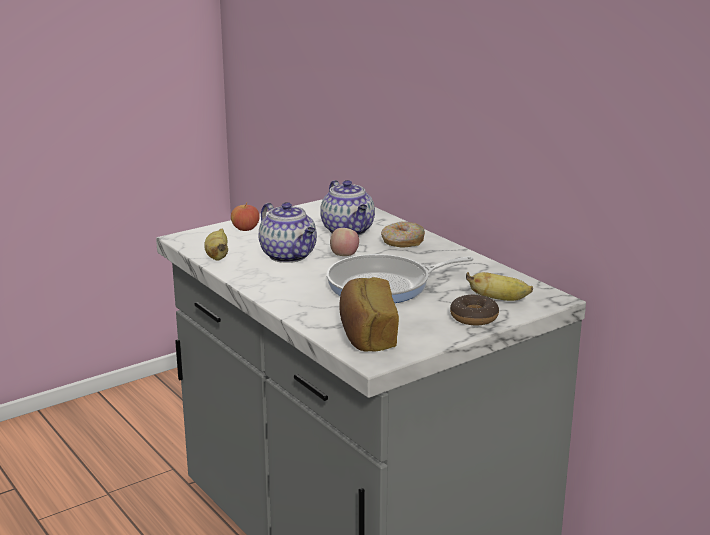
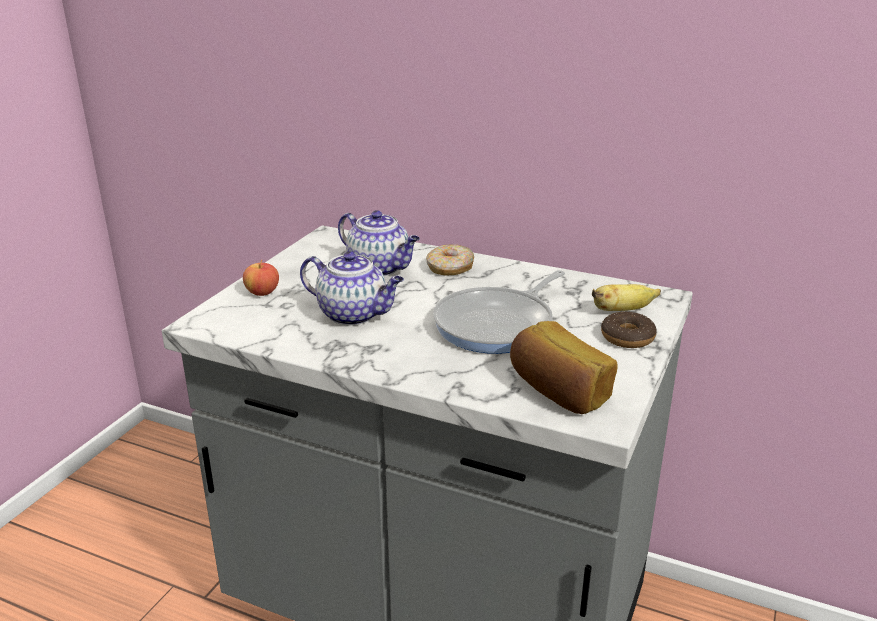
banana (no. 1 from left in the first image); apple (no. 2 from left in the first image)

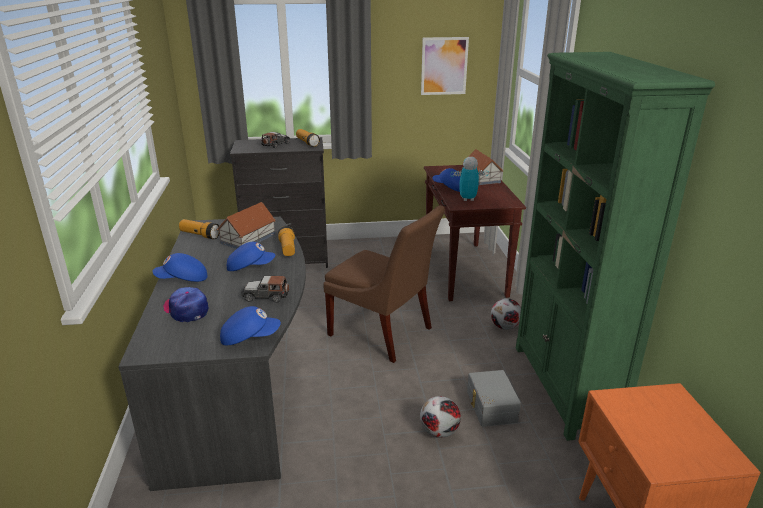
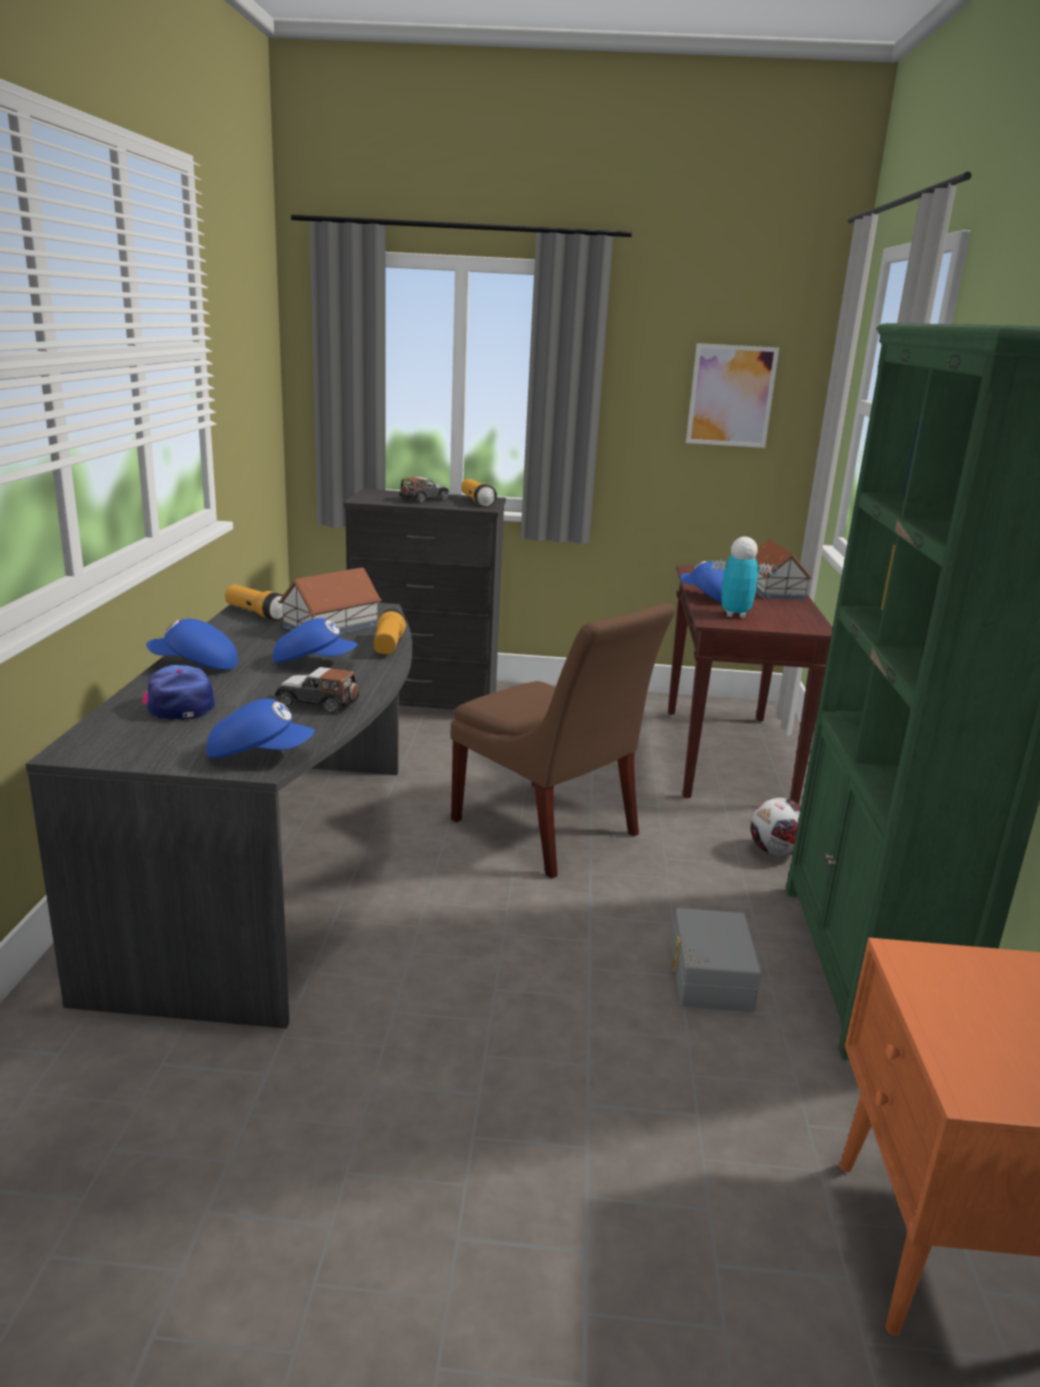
football (no. 1 from left in the first image)

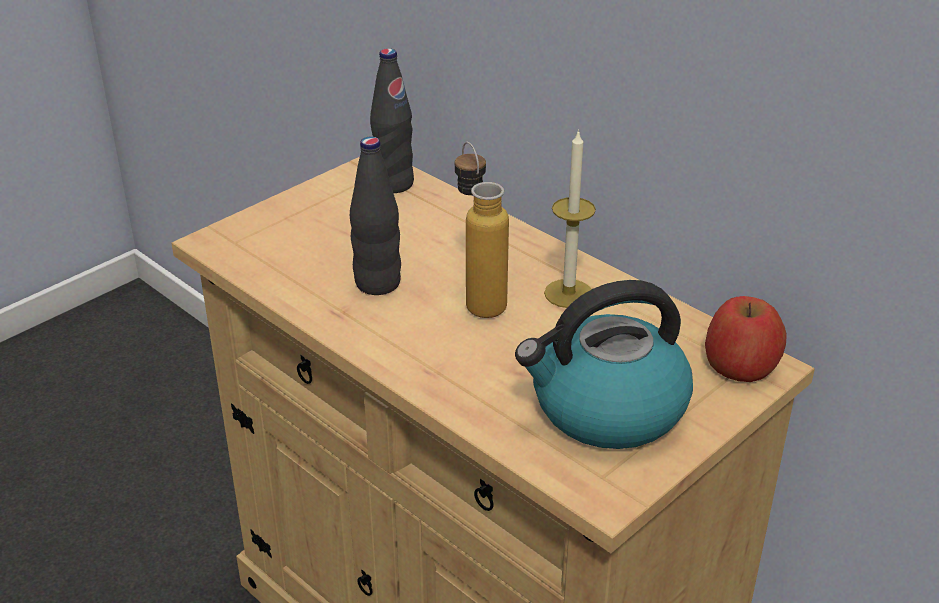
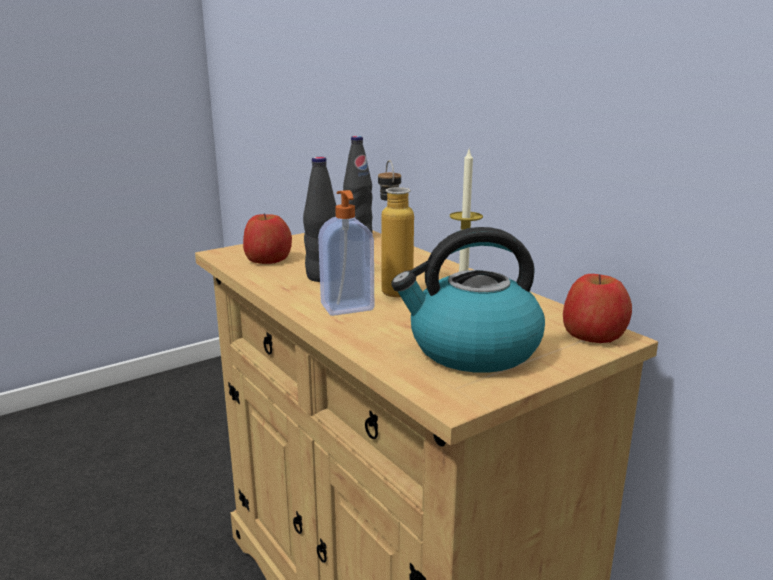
apple (no. 1 from left); soap_dispenser

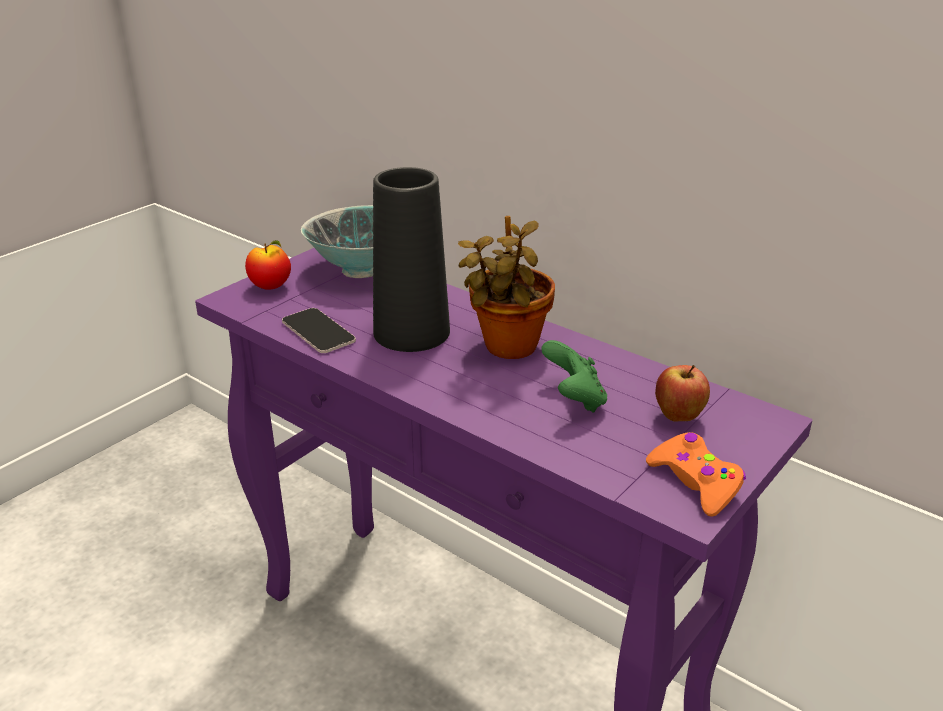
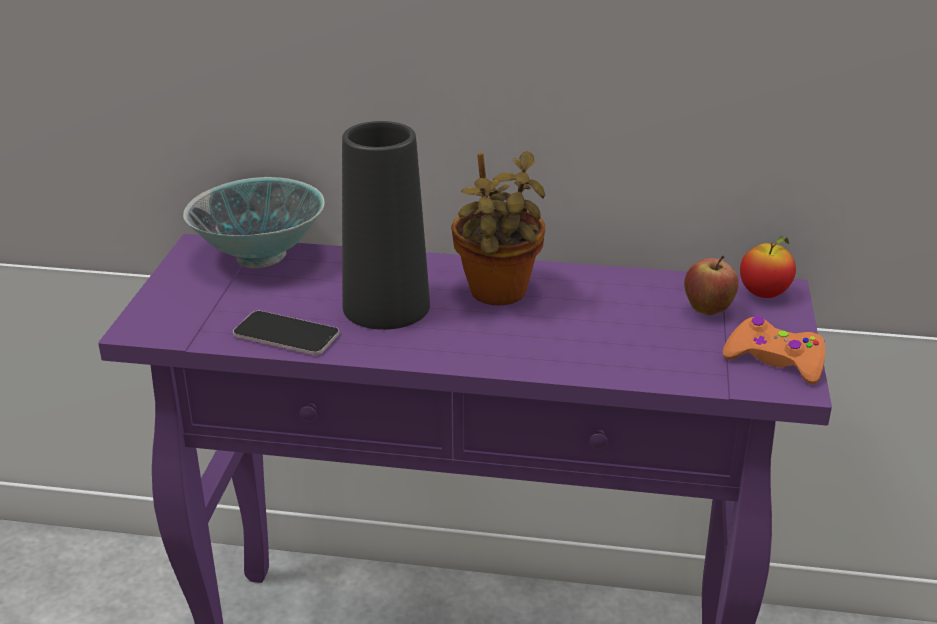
green_game_controller; apple (no. 2 from left)

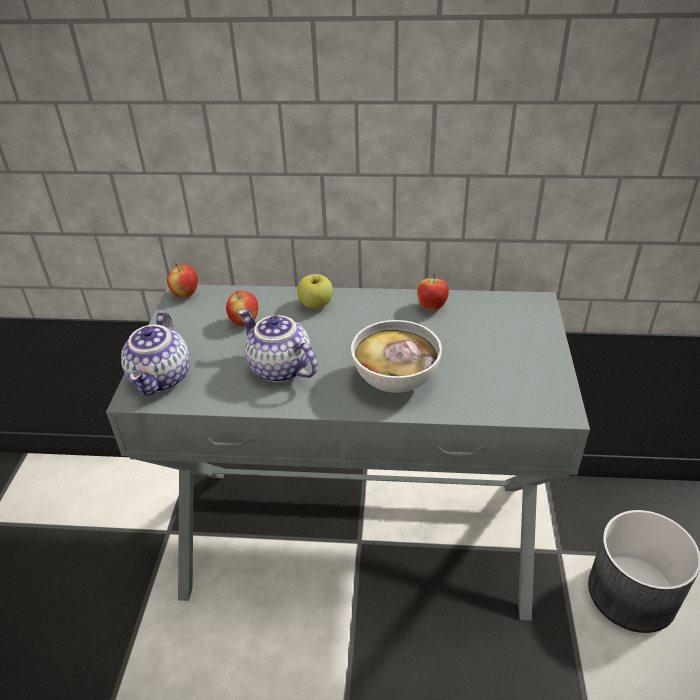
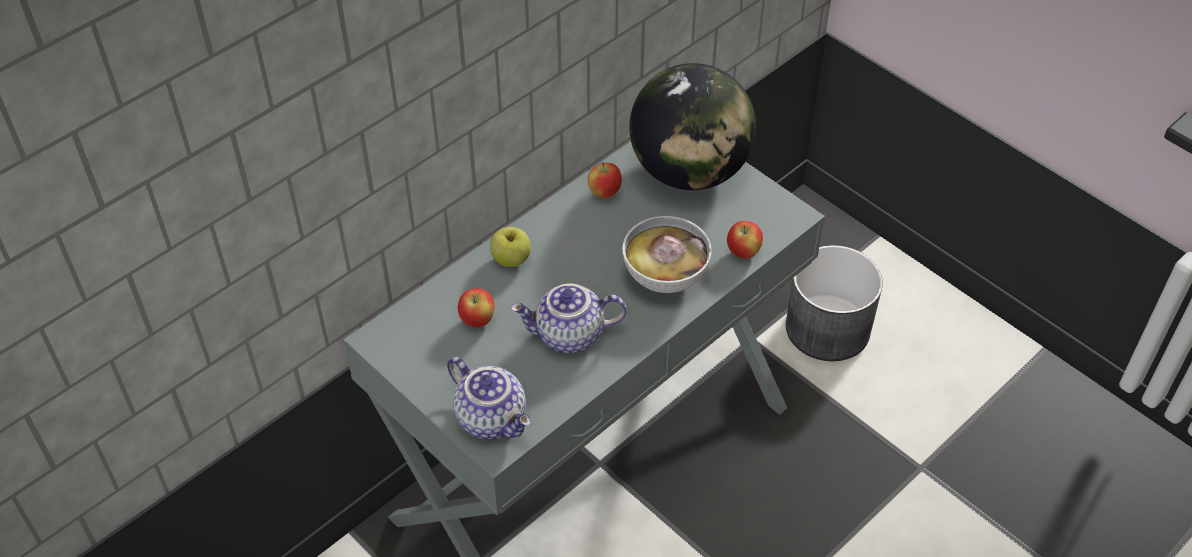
globe; apple (no. 4 from left)

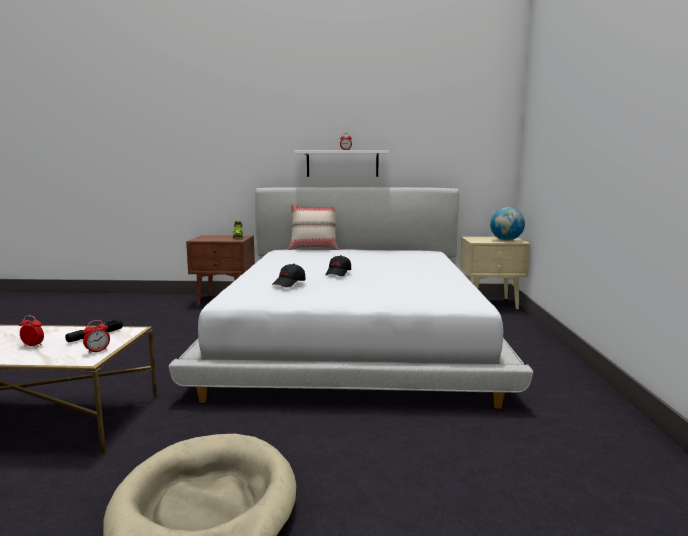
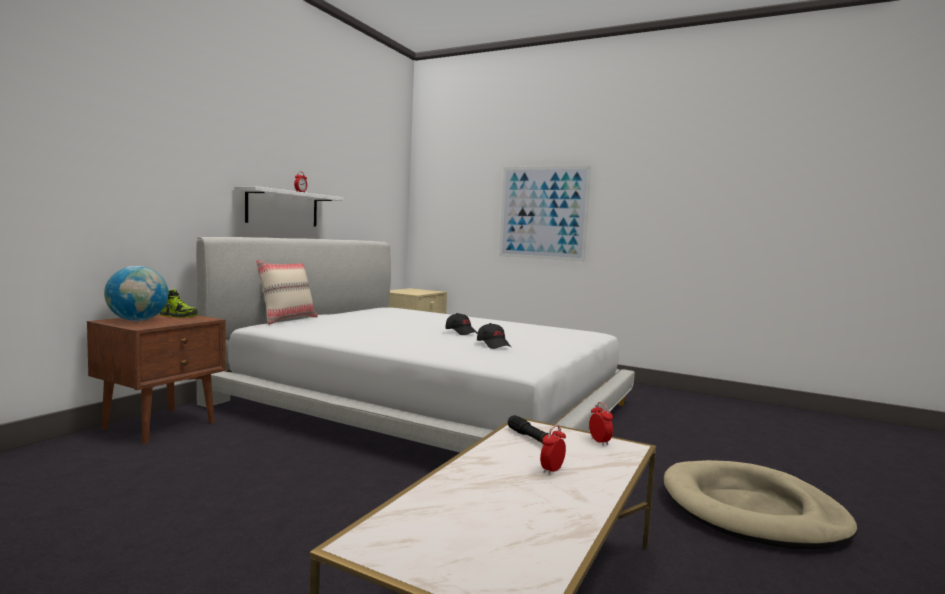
picture; globe

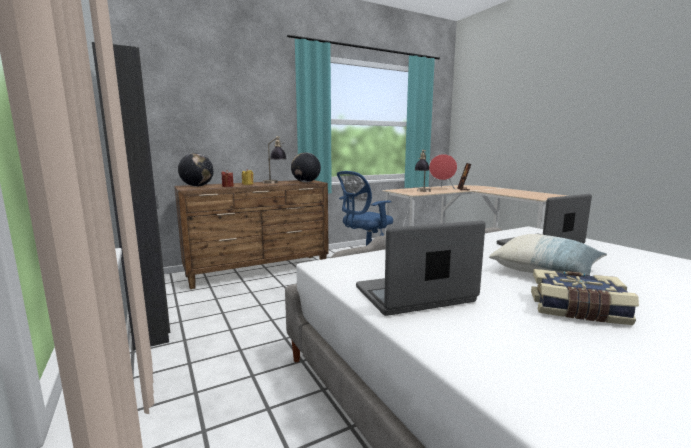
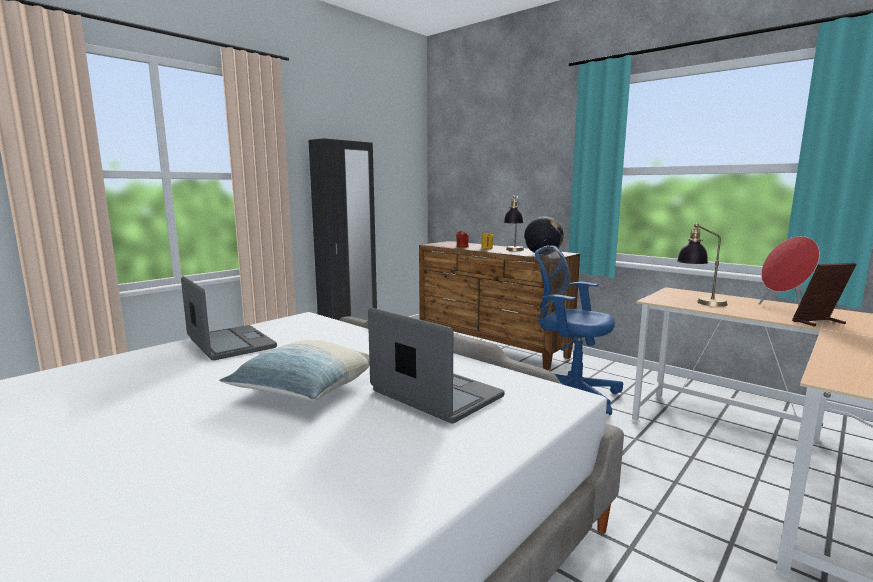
globe (no. 1 from left in the first image); book

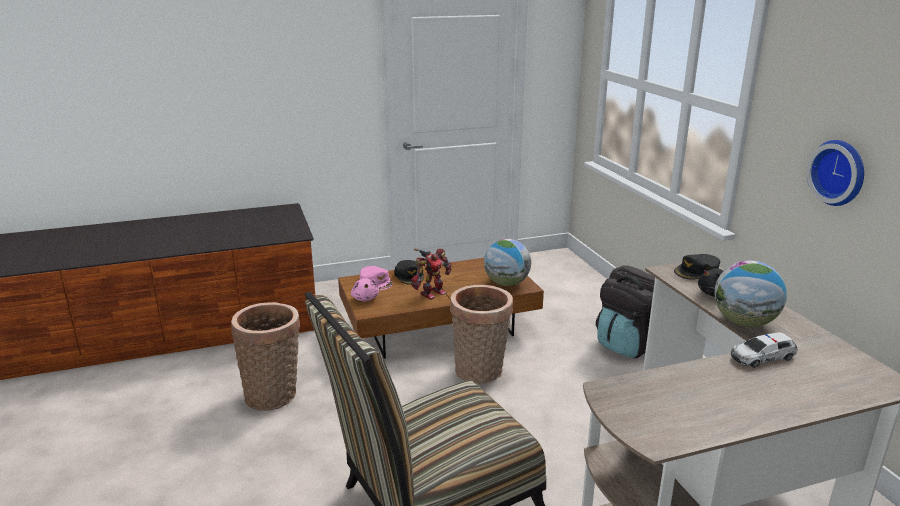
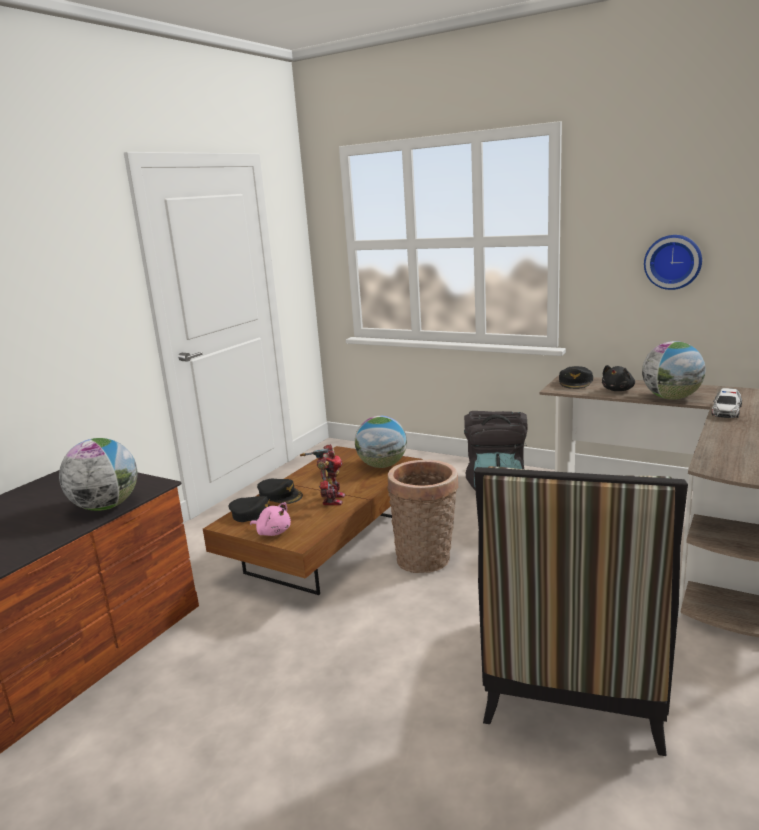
basket (no. 1 from left in the first image); globe (no. 1 from left); black_cap (no. 1 from left)

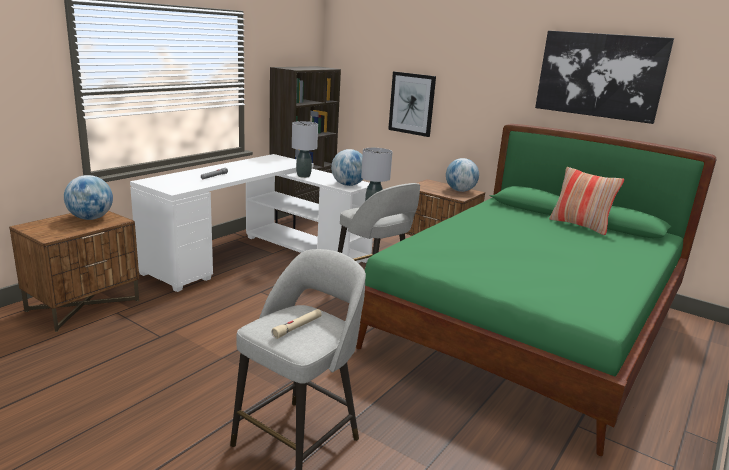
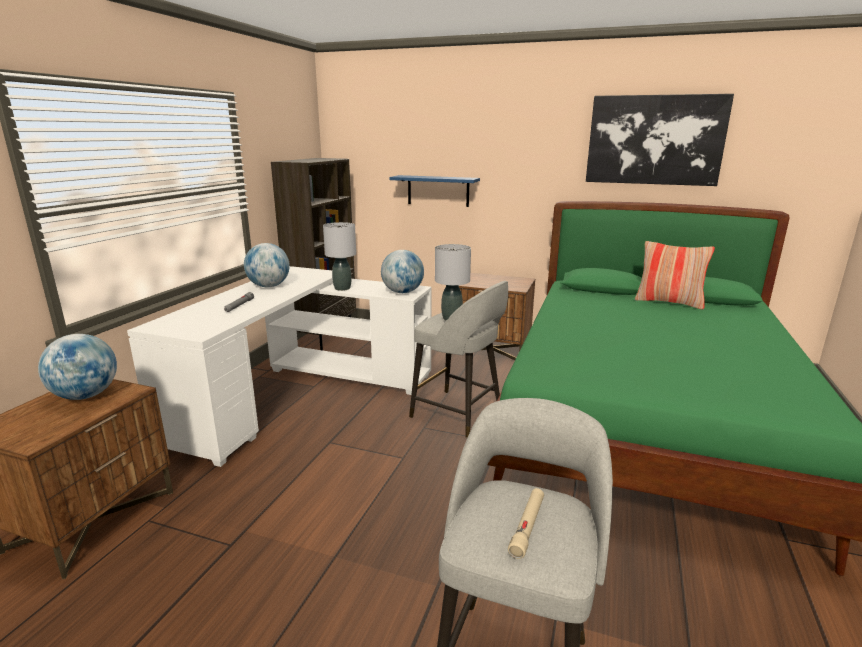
globe (no. 2 from left); blue_shelf

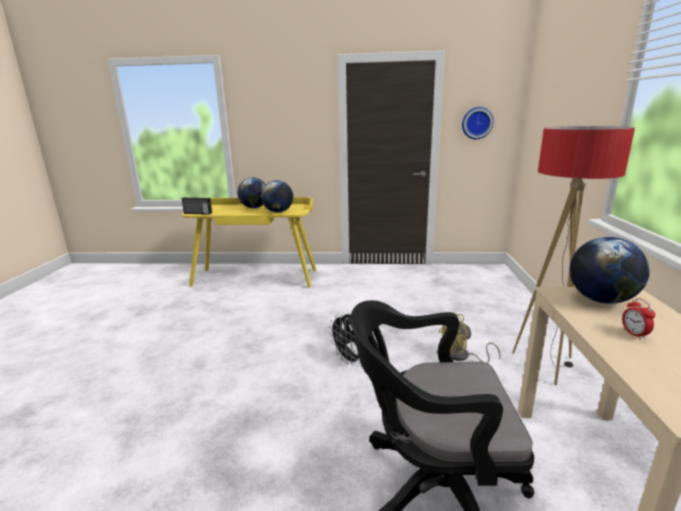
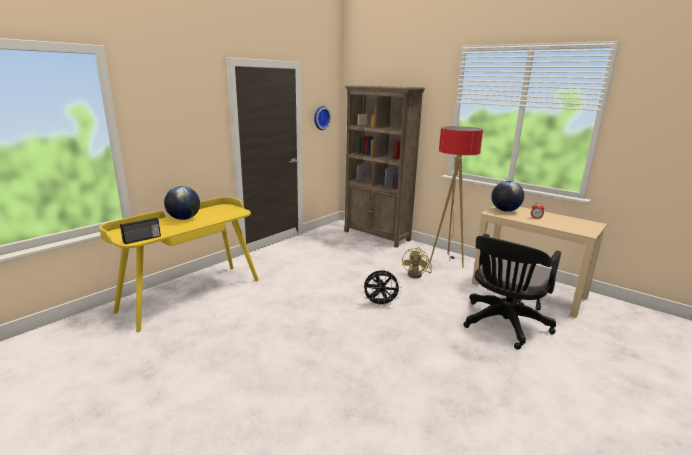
globe (no. 2 from left in the first image); brown_bookcase

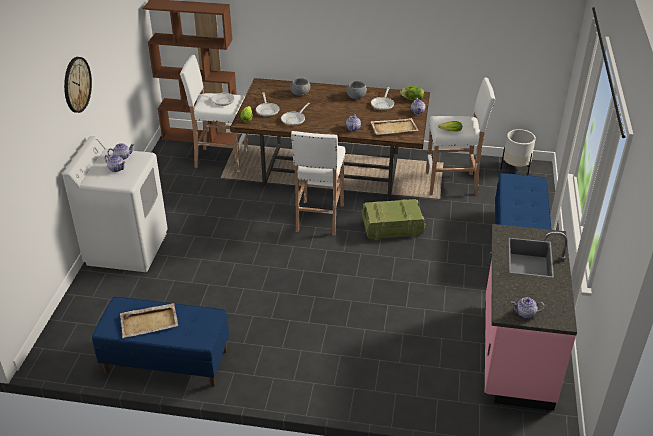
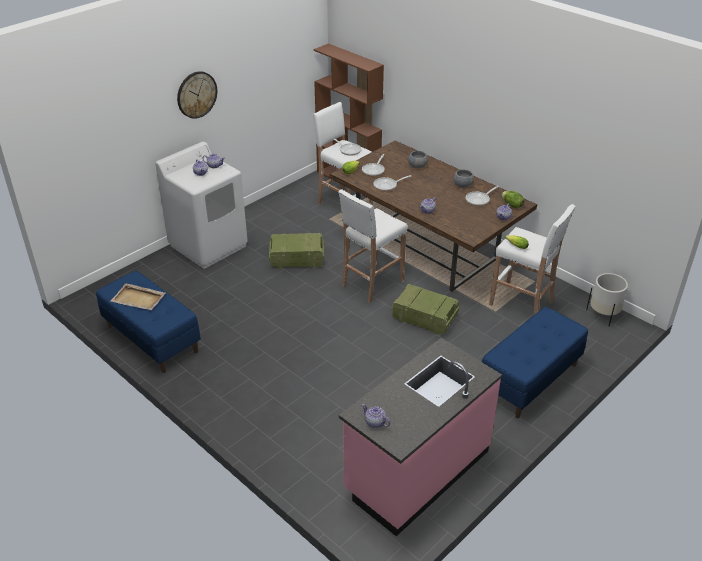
beige_tray (no. 2 from left in the first image); crate (no. 1 from left)

